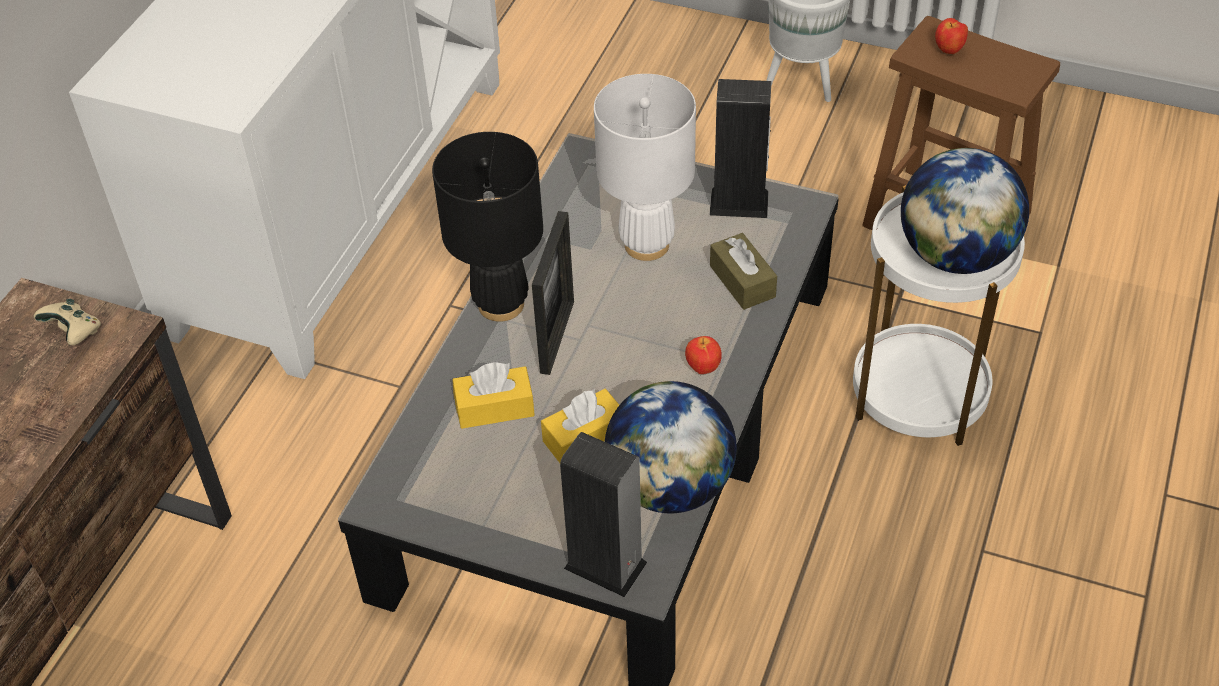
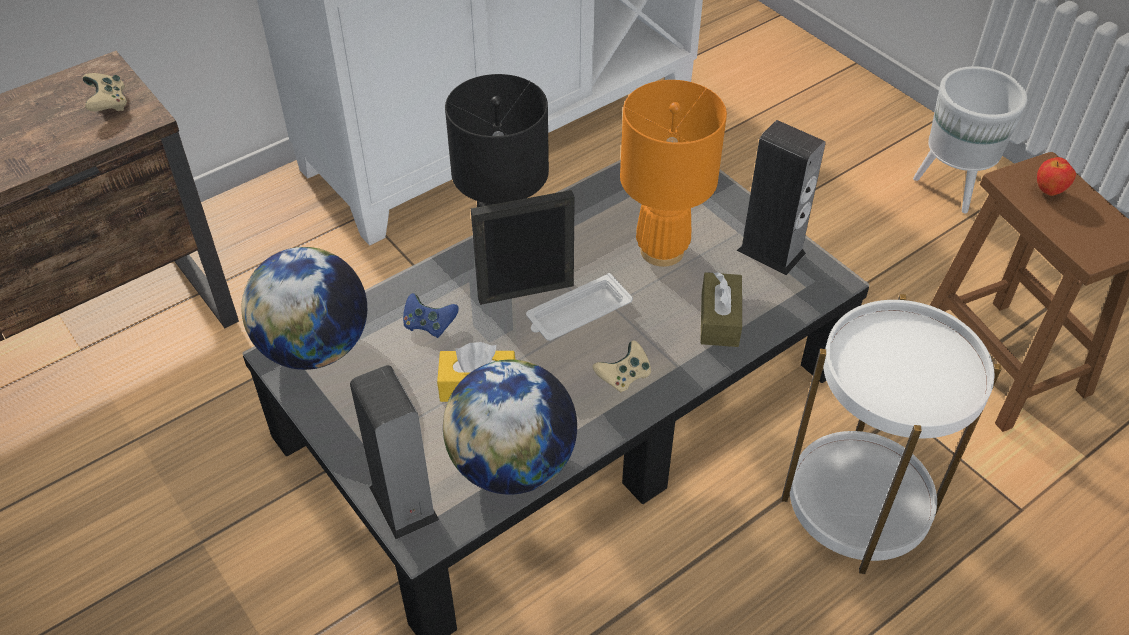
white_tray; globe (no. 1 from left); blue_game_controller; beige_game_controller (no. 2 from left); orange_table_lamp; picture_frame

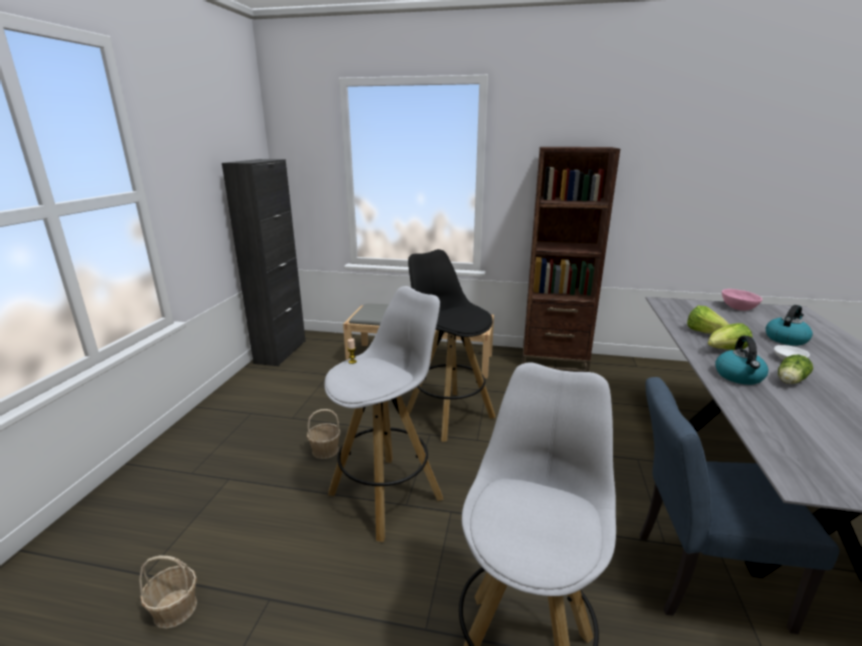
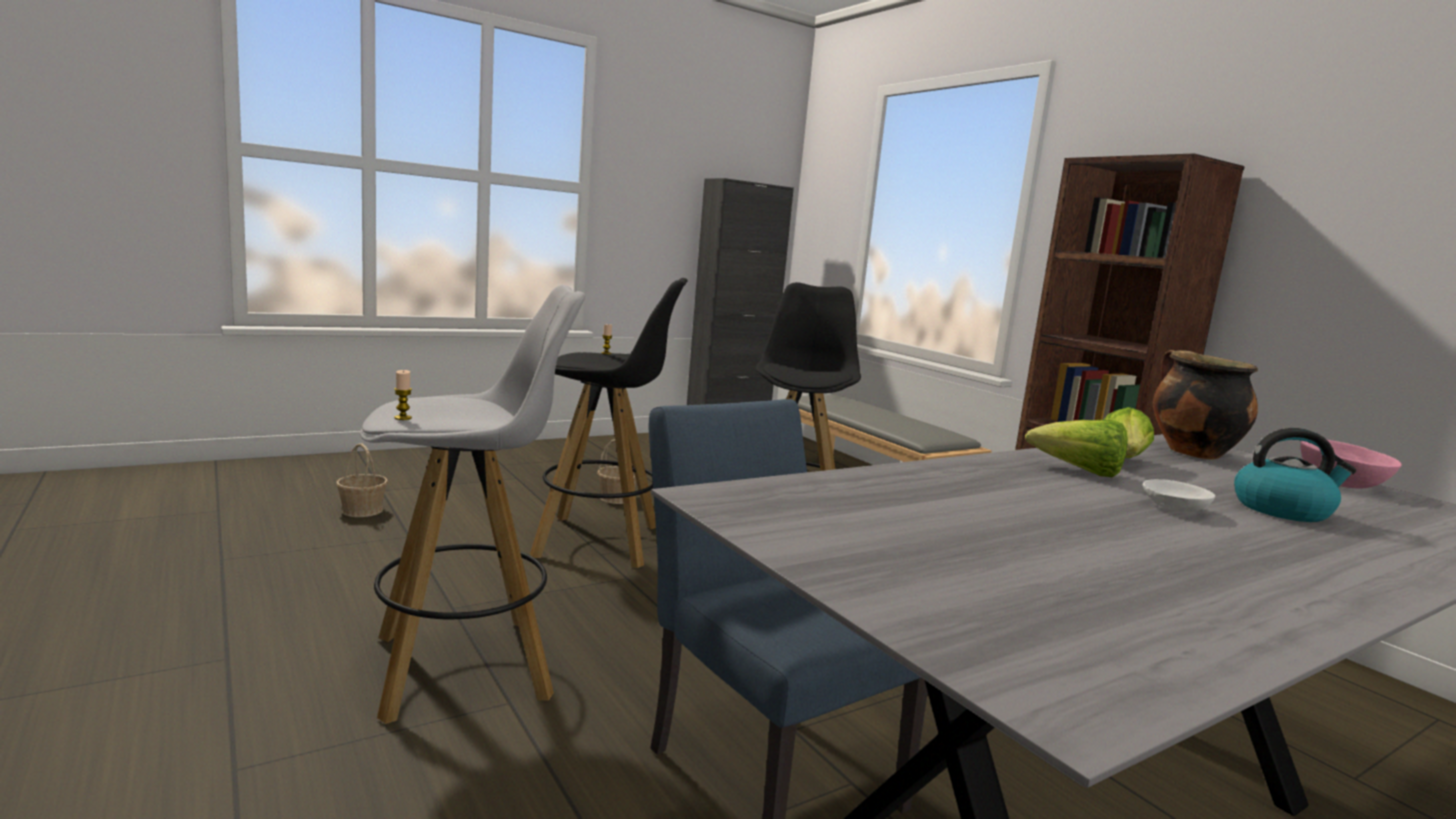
kettle (no. 1 from left in the first image); lettuce (no. 3 from left in the first image); candle (no. 1 from left); cooking_pot; black_stool (no. 1 from left)

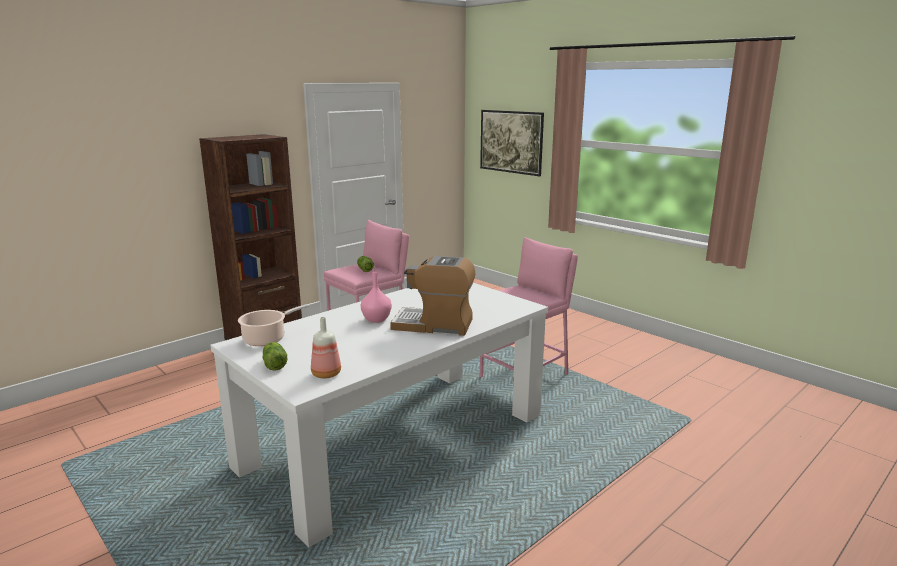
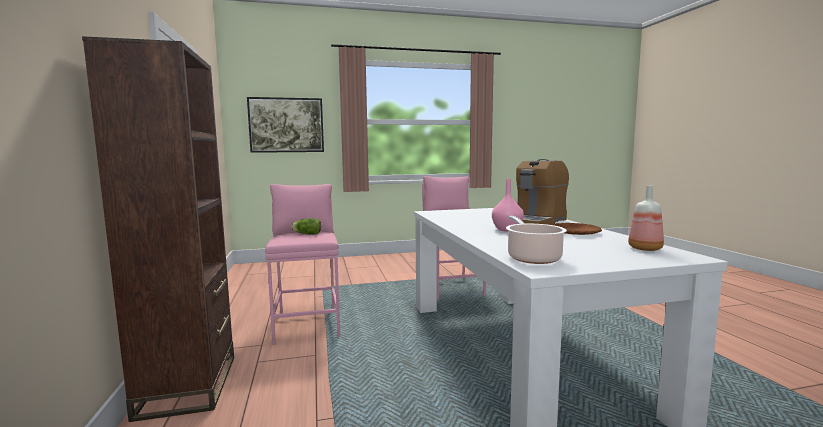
lettuce (no. 1 from left in the first image); brown_plate

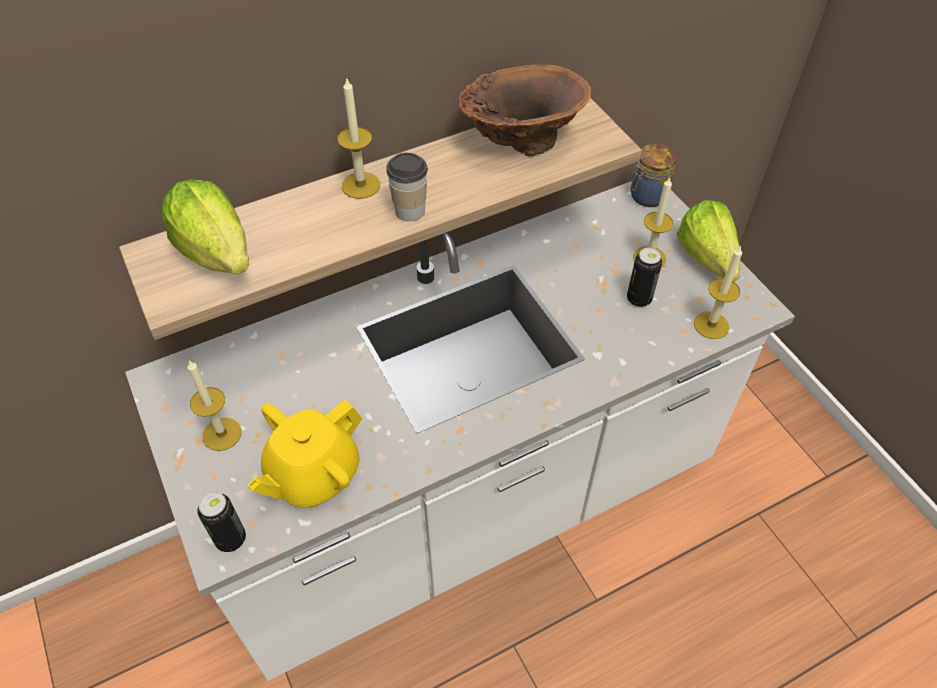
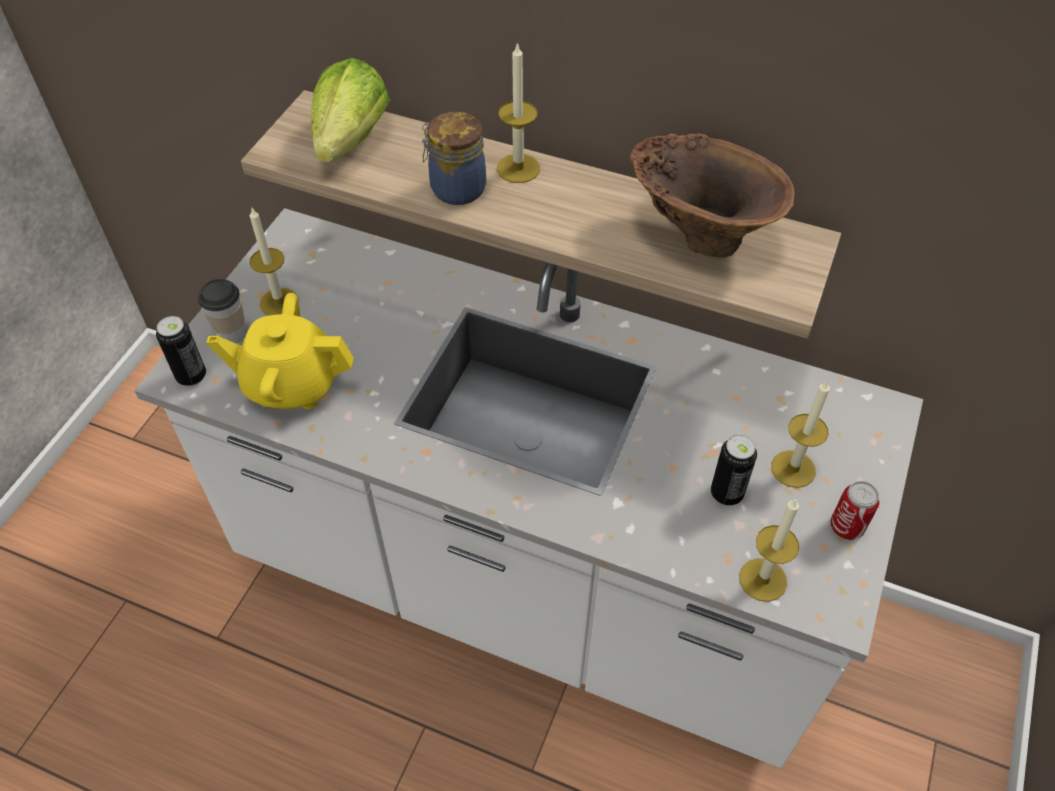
cup; jar; can (no. 3 from left)

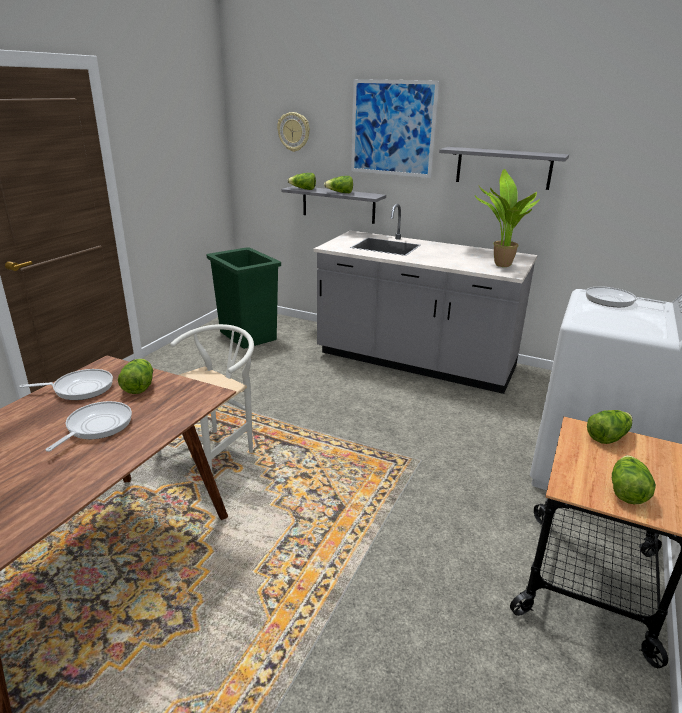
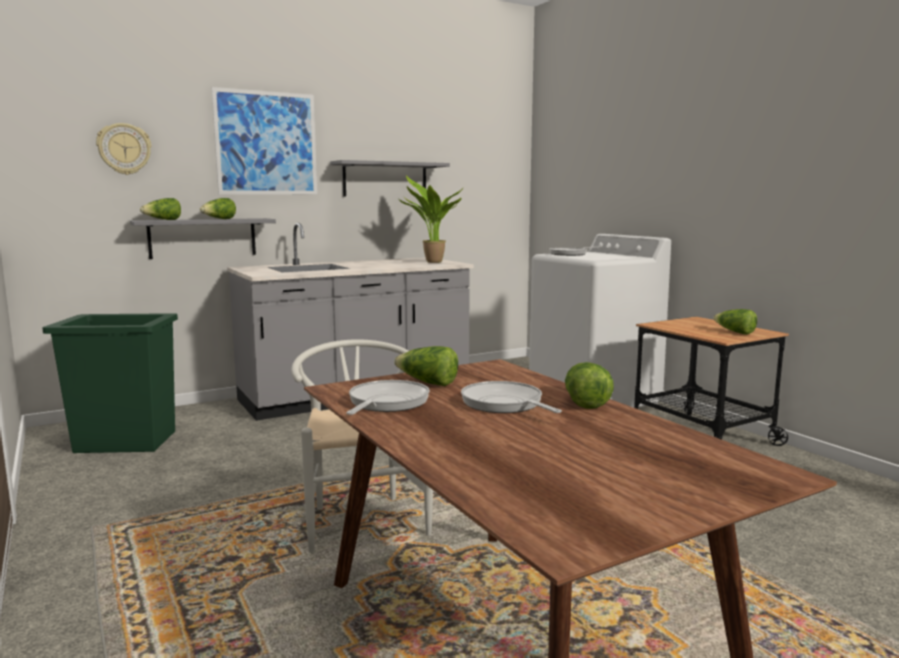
lettuce (no. 4 from left)

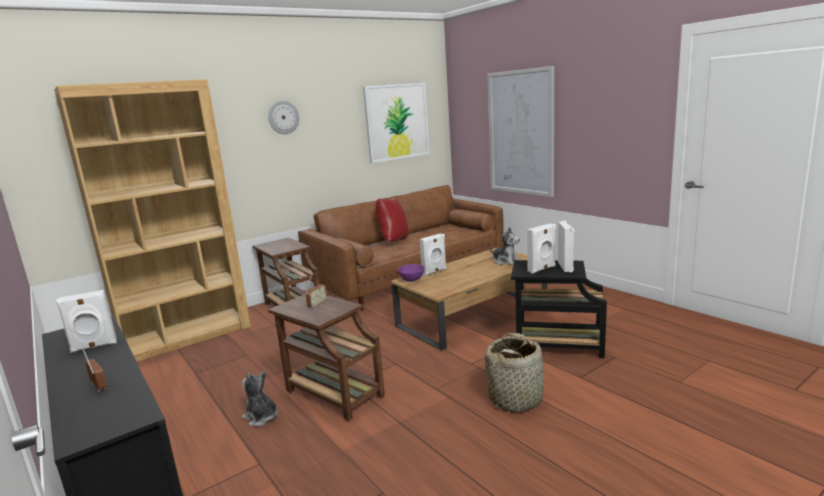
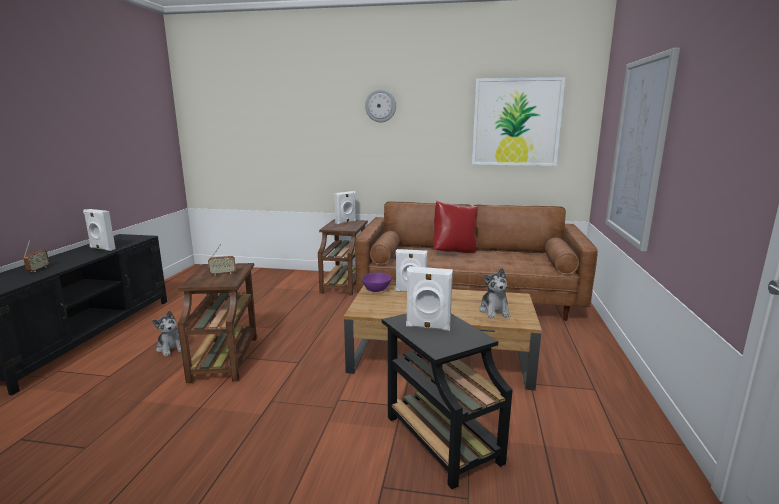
brown_bookcase; basket; white_speaker (no. 2 from left); plush_toy (no. 1 from left)

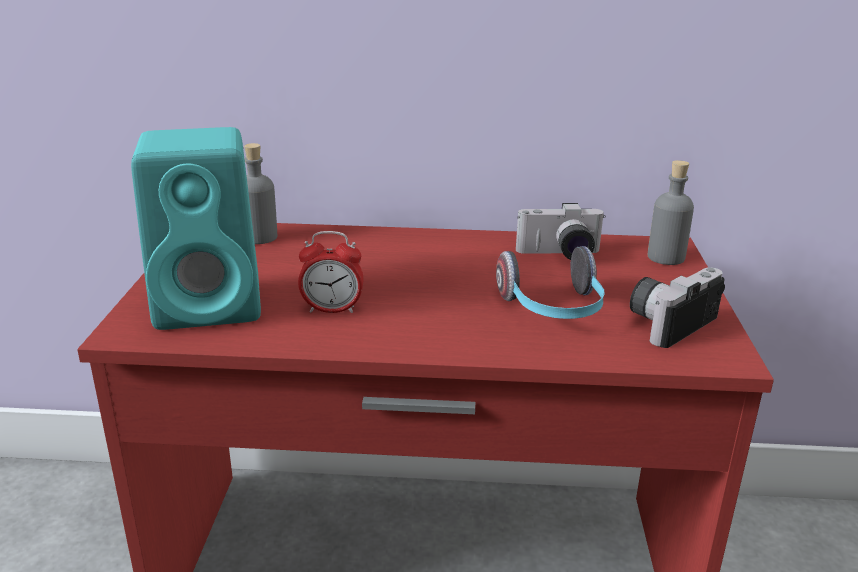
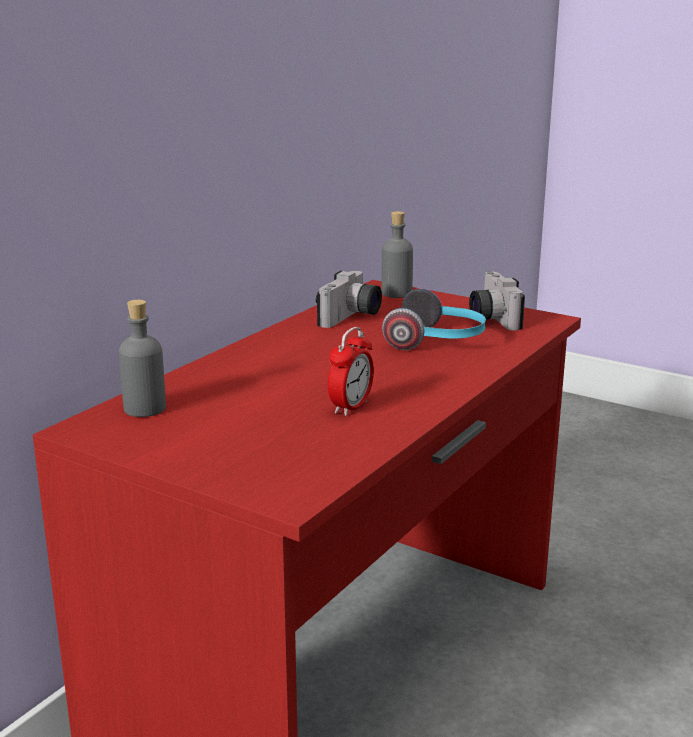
turquoise_speaker

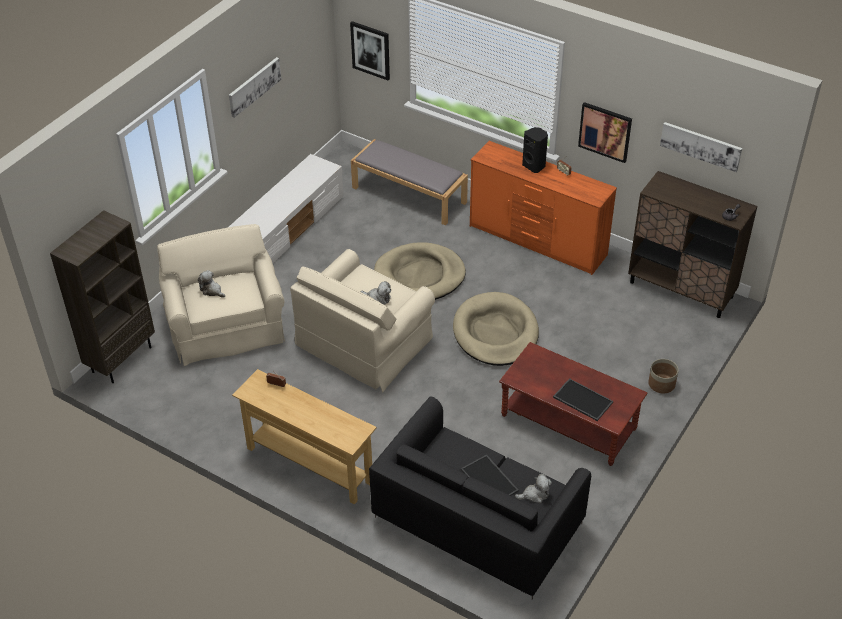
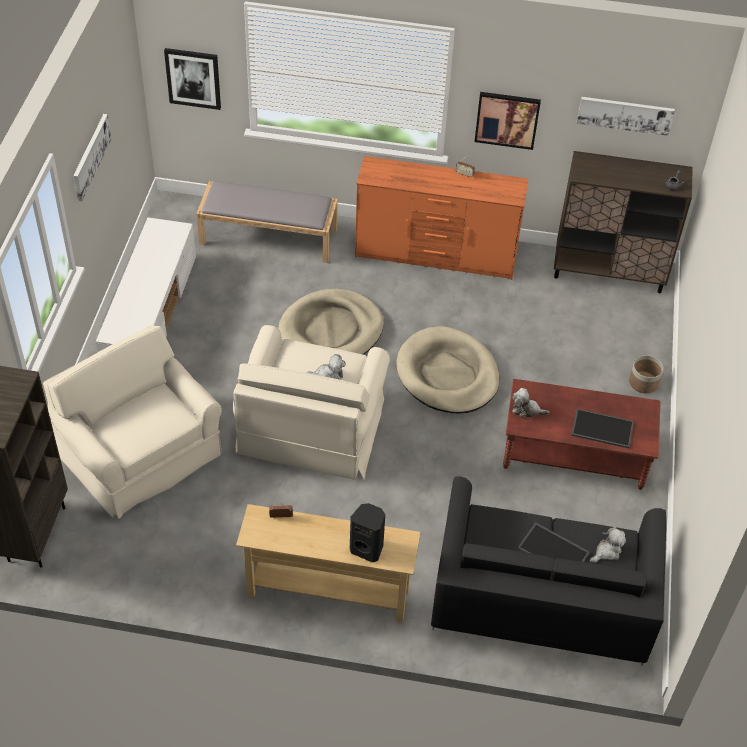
plush_toy (no. 2 from left); black_speaker

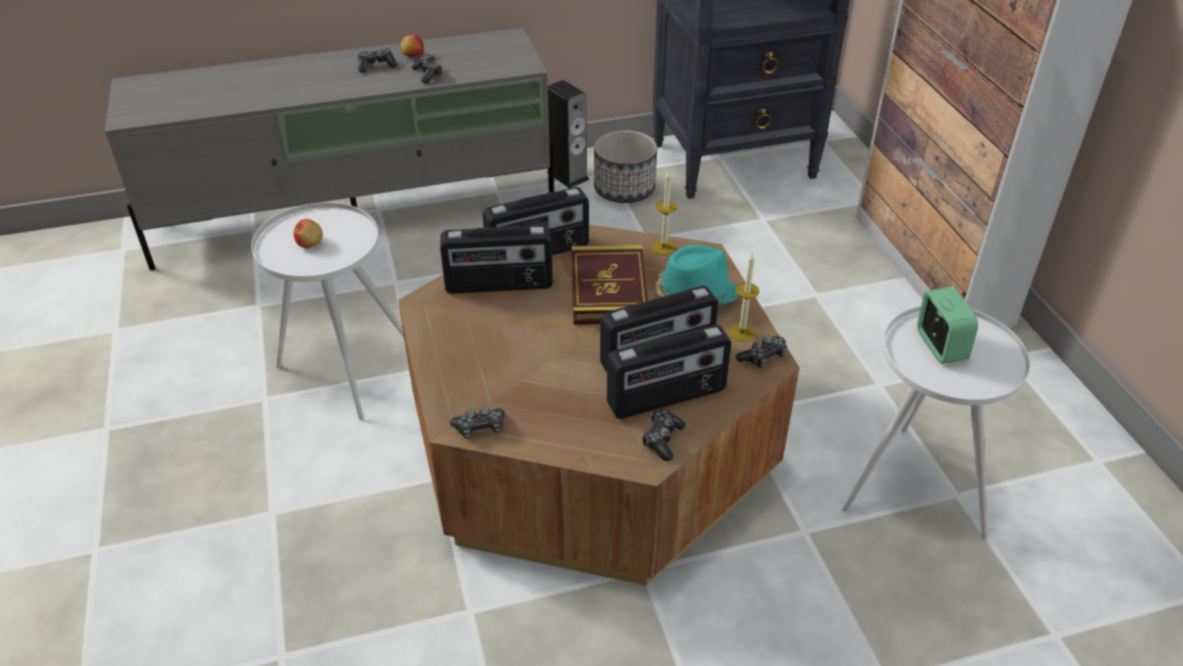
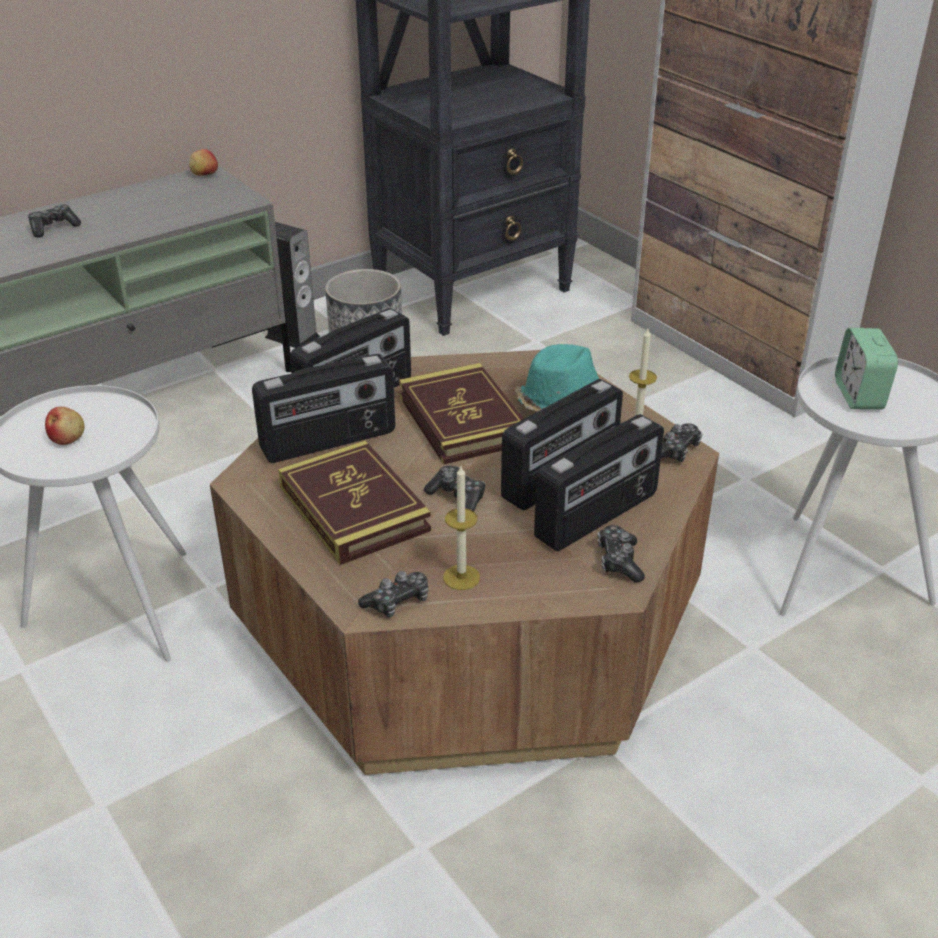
book (no. 1 from left); apple (no. 2 from left); game_controller (no. 3 from left); candle (no. 1 from left); alarm_clock

